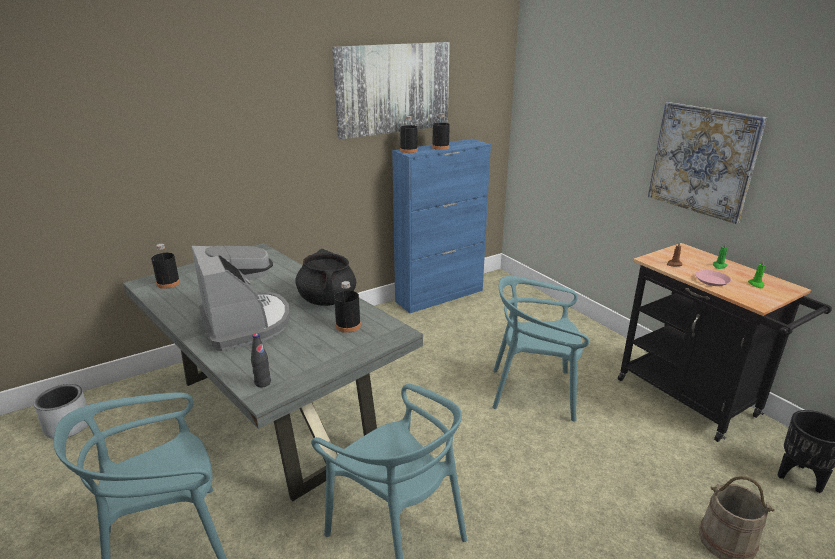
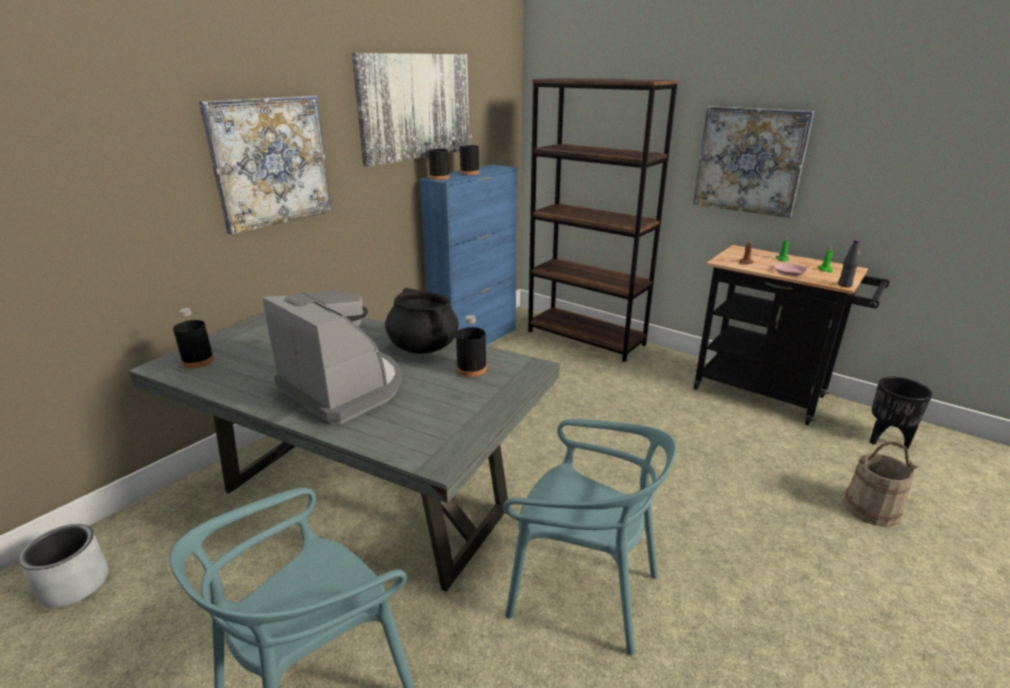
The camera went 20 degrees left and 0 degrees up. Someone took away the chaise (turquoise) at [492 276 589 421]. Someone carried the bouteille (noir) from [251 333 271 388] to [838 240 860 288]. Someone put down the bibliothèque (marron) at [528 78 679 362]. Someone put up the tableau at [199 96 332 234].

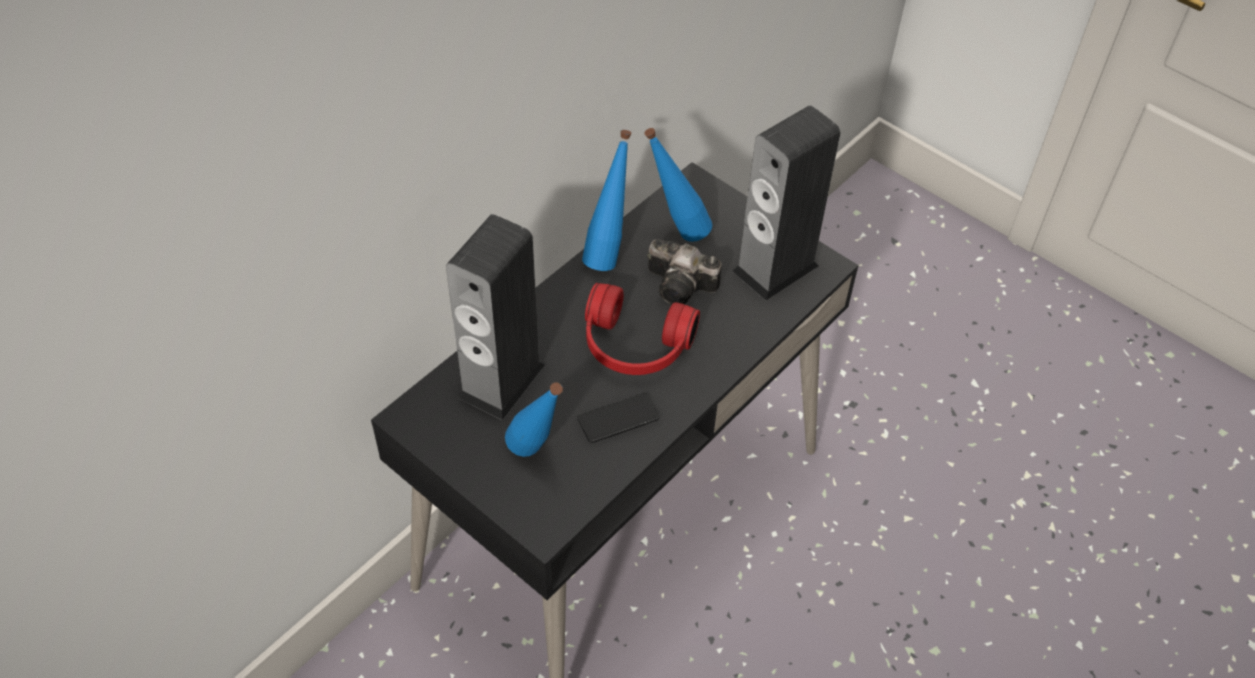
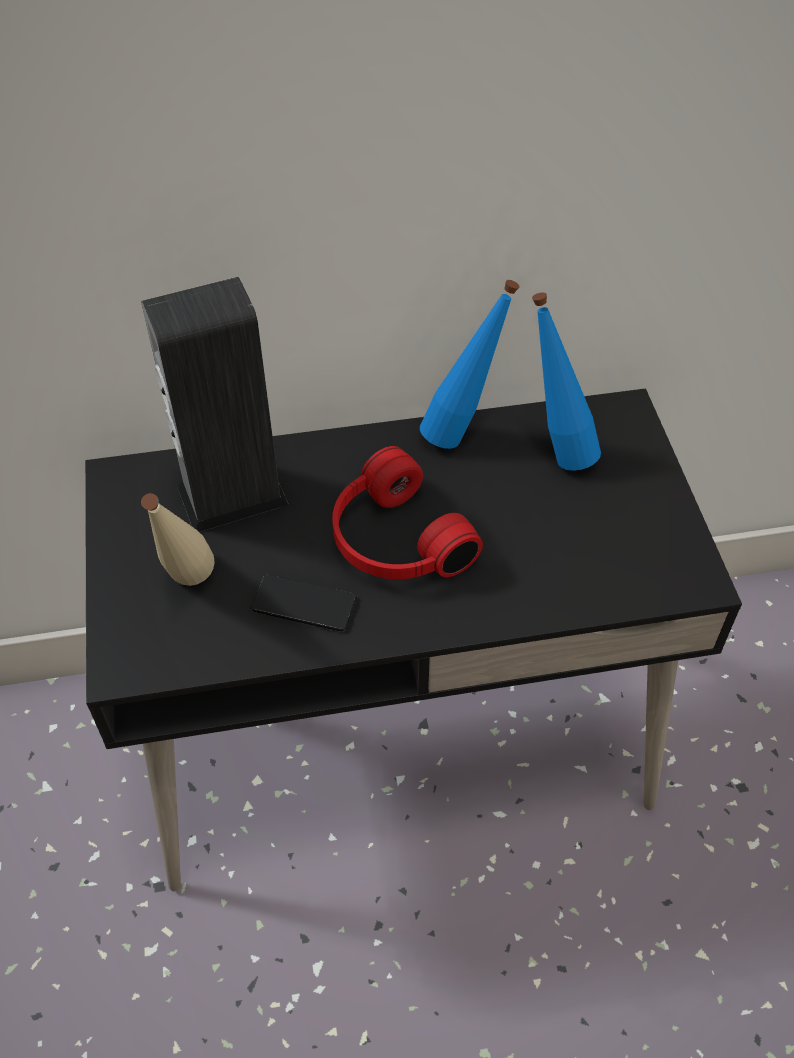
The camera went 40 degrees right and 0 degrees up. Someone took away the enceinte at [732 105 840 301]. Someone took away the appareil photo at [647 239 722 305]. Someone repainted the bouteille (bleu) at [505 382 563 457], which became the bouteille (beige) at [141 493 215 586].

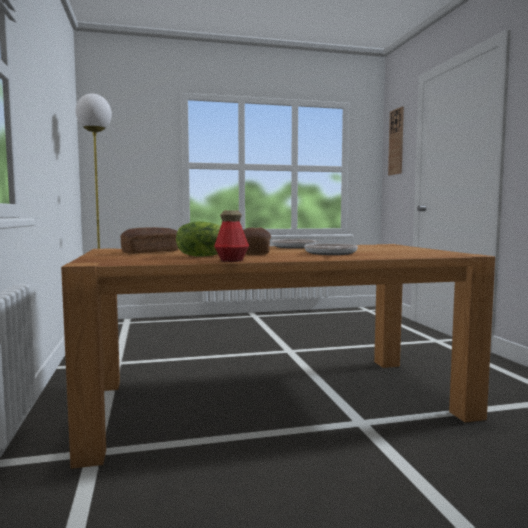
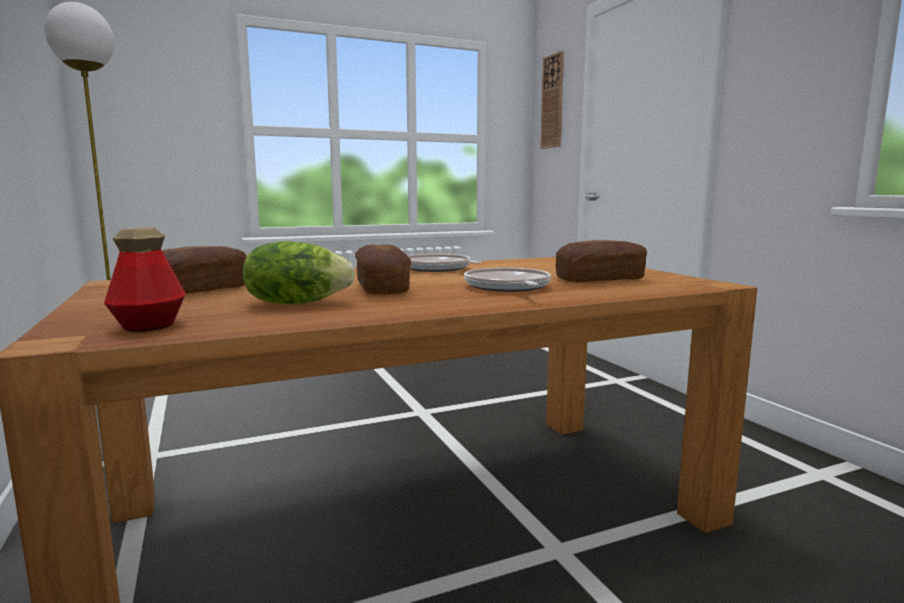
The camera went 10 degrees left and 5 degrees up. Someone carried the bouteille from [214 211 249 262] to [104 228 186 332]. Someone put down the pain at [556 240 647 282].

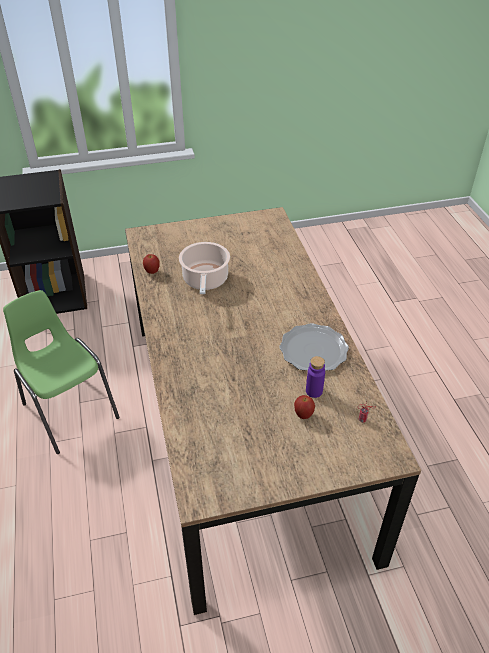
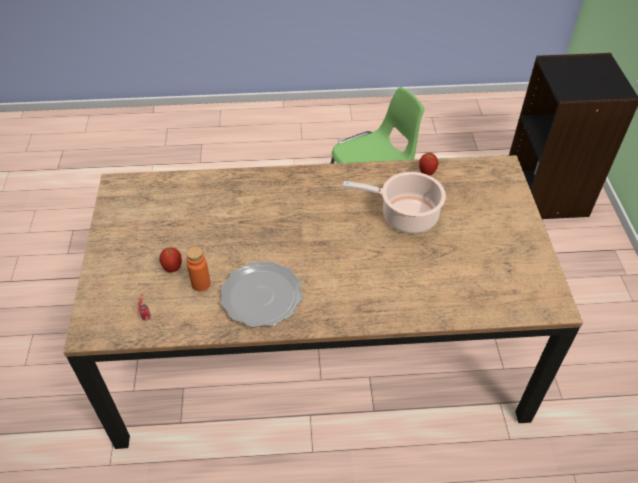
The camera went 100 degrees right and 5 degrees up. Someone repainted the bouteille (violet) at [306 356 325 398], which became the bouteille (orange) at [186 246 211 291].

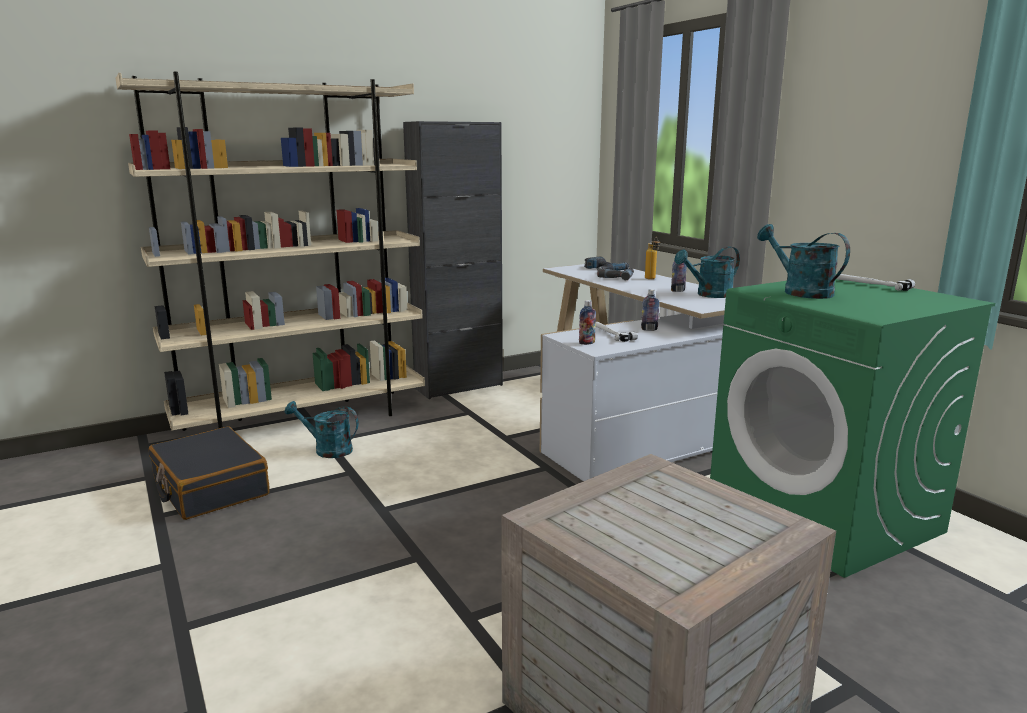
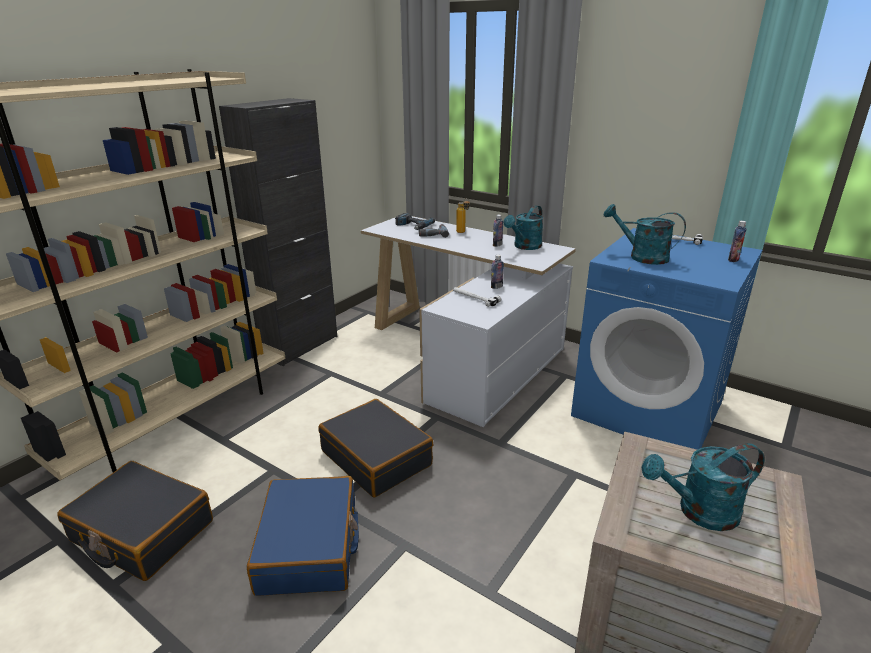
The camera went 25 degrees left and 10 degrees up. Someone repainted the lave-linge (vert) at [710 275 995 578], which became the lave-linge (bleu) at [571 228 762 450]. Someone carried the bouteille from [579 300 596 345] to [728 221 747 262]. Someone carried the arrosoir (turquoise) from [284 401 359 458] to [642 444 765 531]. Someone put down the valise (noir) at [319 399 433 497]. Someone put down the valise (bleu) at [247 476 359 596].

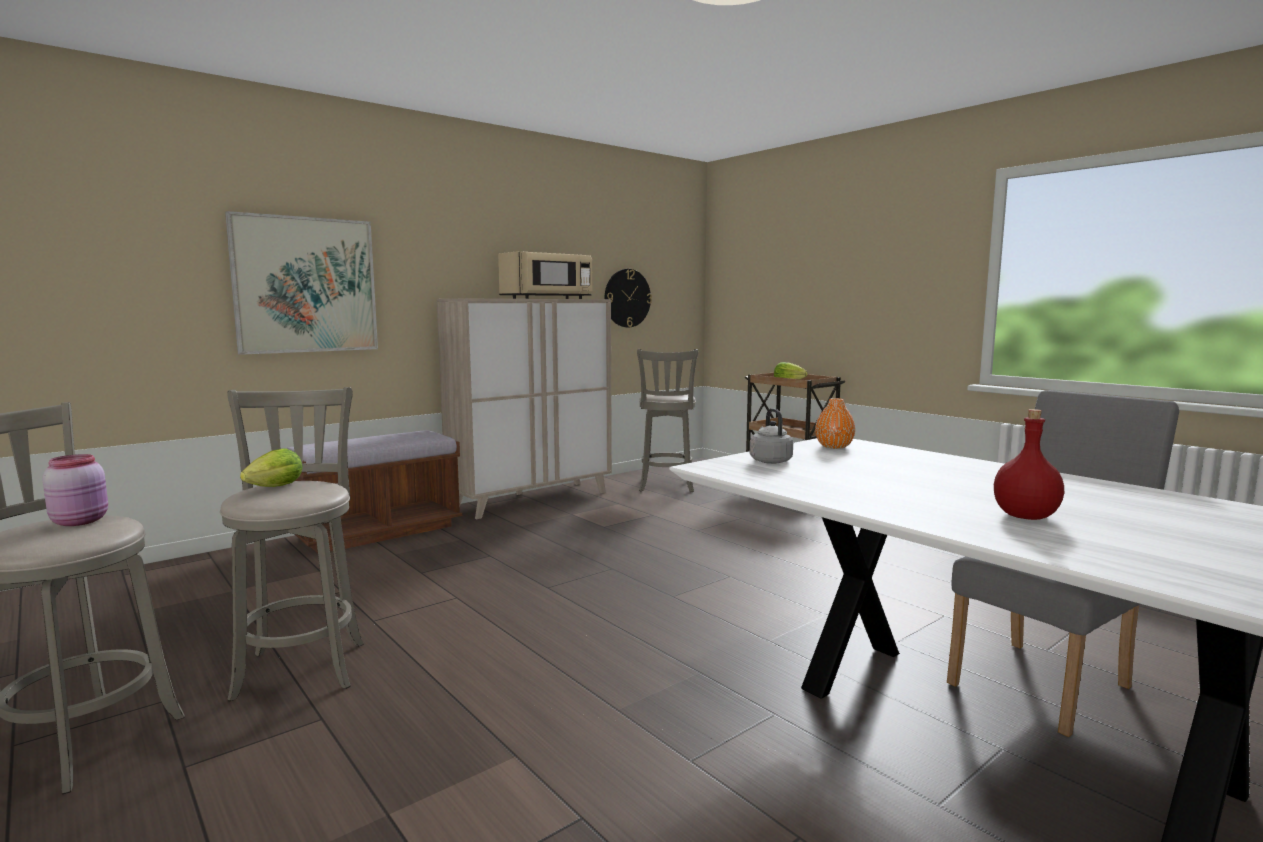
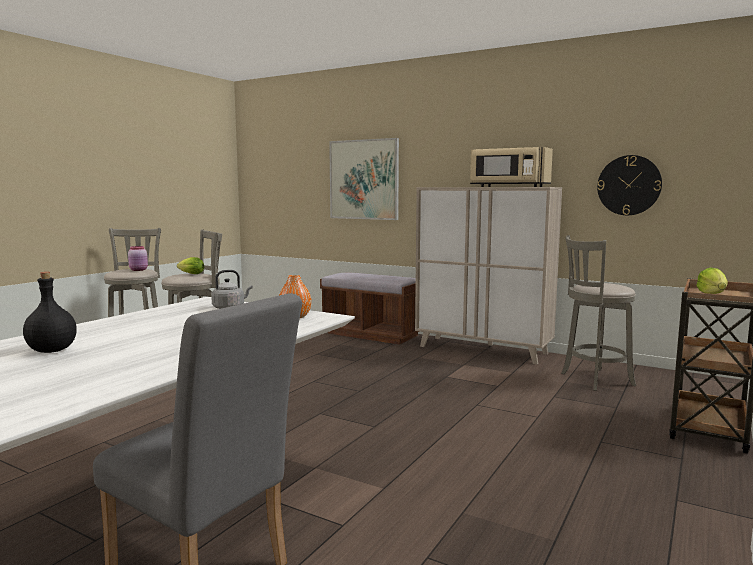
The camera went 70 degrees right and 0 degrees up. Someone repainted the bouteille (rouge) at [994 409 1064 520], which became the bouteille (noir) at [23 272 77 353].

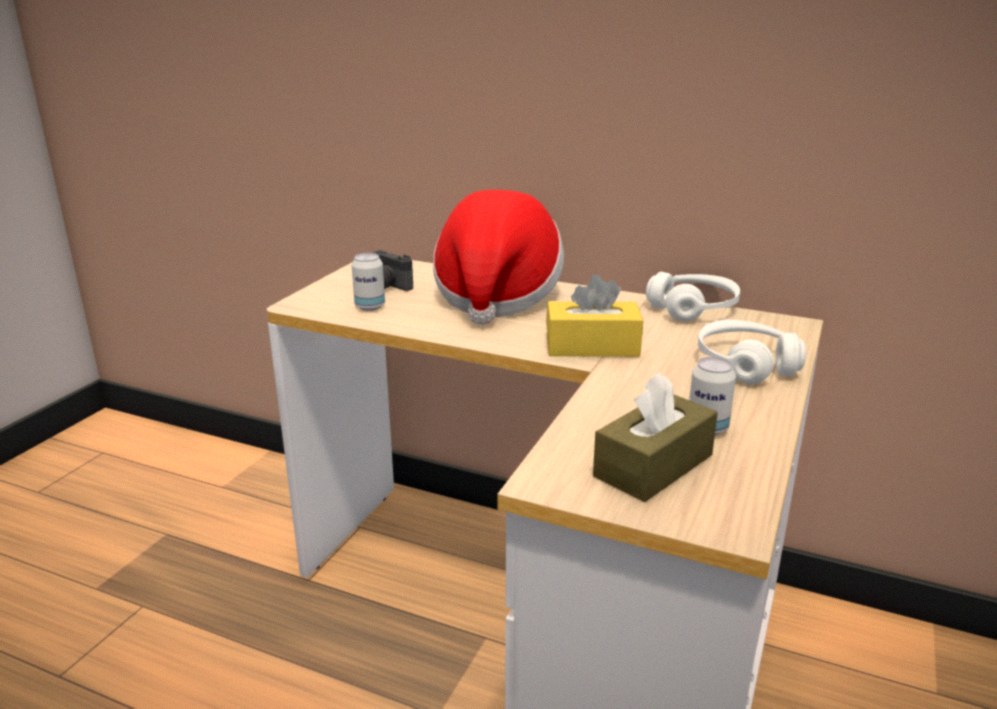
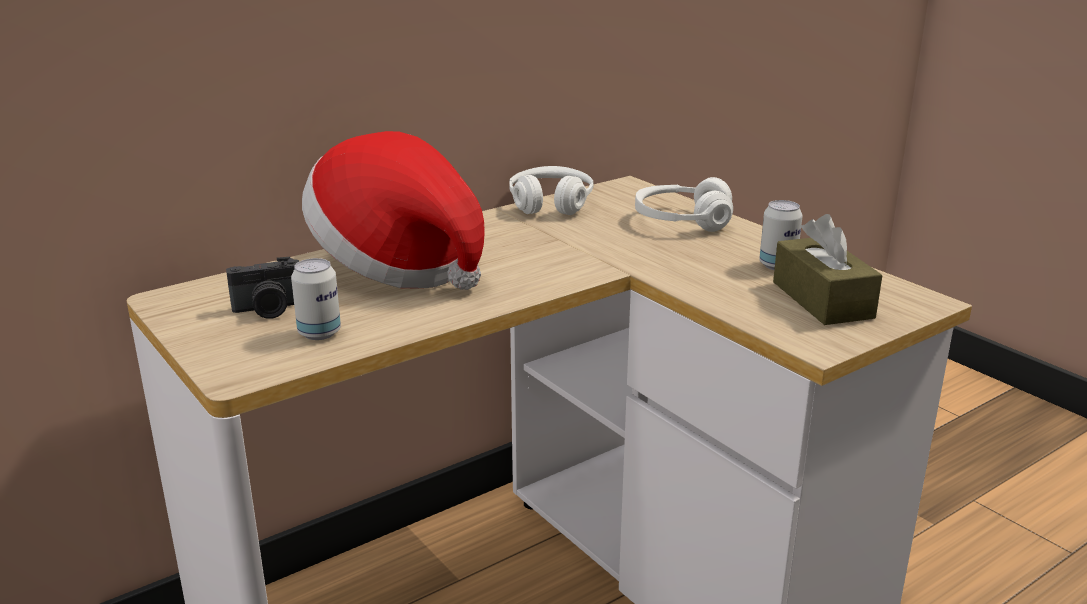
The camera went 60 degrees left and 0 degrees up. Someone took away the boîte à mouchoirs (jaune) at [546 275 643 357].

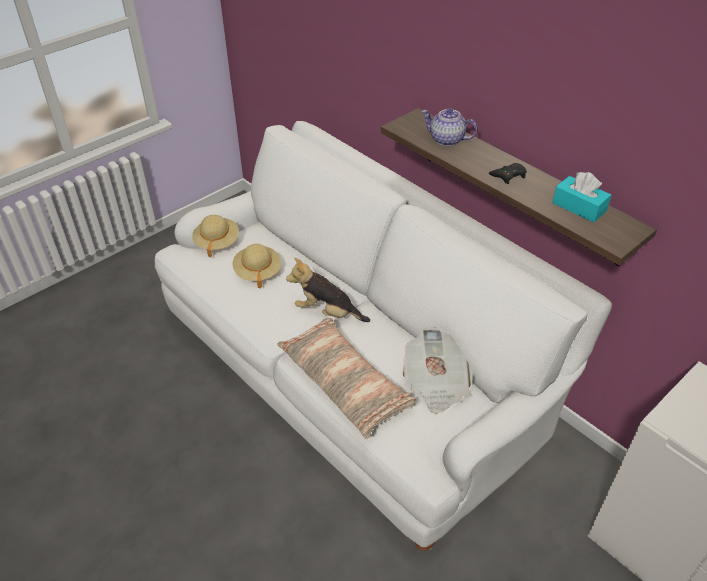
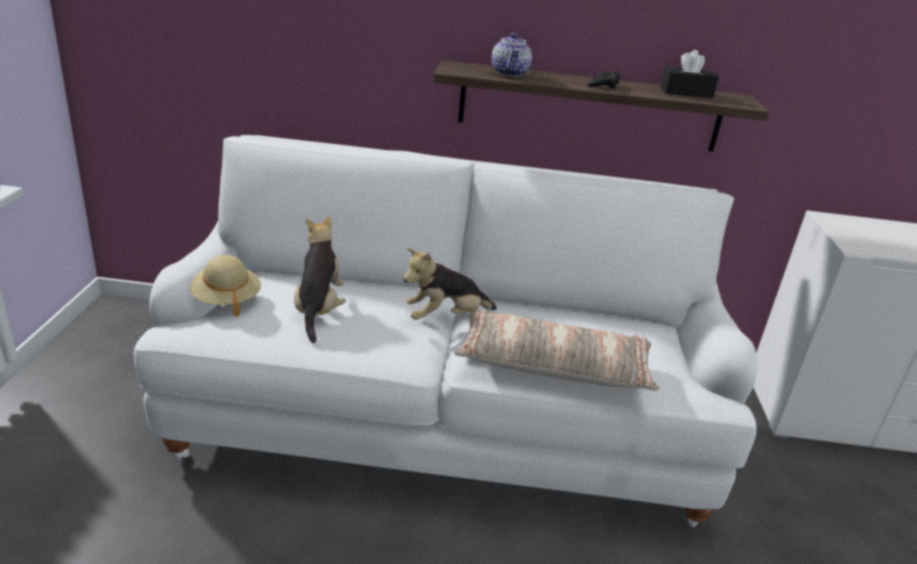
The camera went 45 degrees left and 15 degrees down. Someone rotated the théière at [421 108 477 146] by 75 degrees counterclockwise. Someone repainted the boîte à mouchoirs (turquoise) at [552 172 611 223], which became the boîte à mouchoirs (noir) at [660 50 719 98]. Someone swapped the chapeau (beige) at [233 244 281 288] for the peluche at [294 216 346 343]. Someone took away the journal at [402 327 472 414].

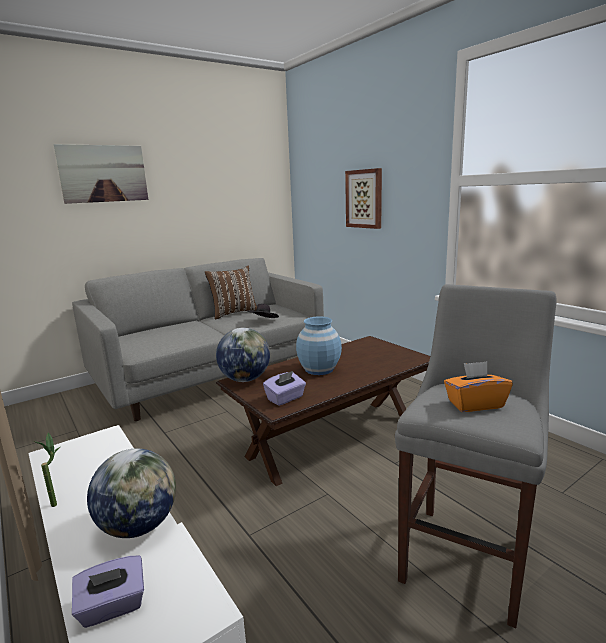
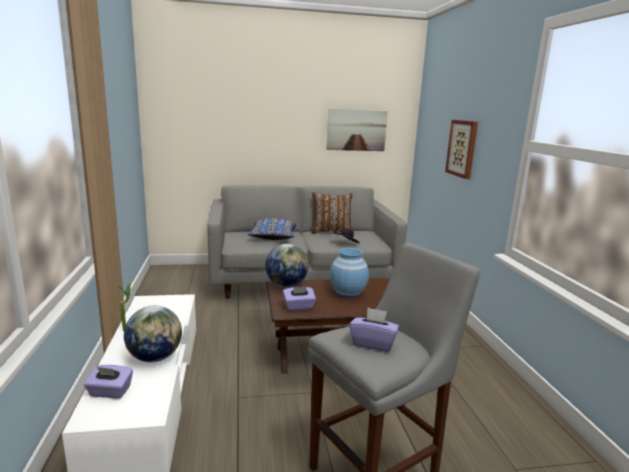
The camera went 25 degrees right and 0 degrees up. Someone carried the tableau from [53 144 148 204] to [326 109 388 151]. Someone repainted the boîte à mouchoirs (orange) at [444 361 513 412], which became the boîte à mouchoirs (violet) at [349 307 399 352]. Someone put down the coussin (bleu) at [248 218 296 240].

